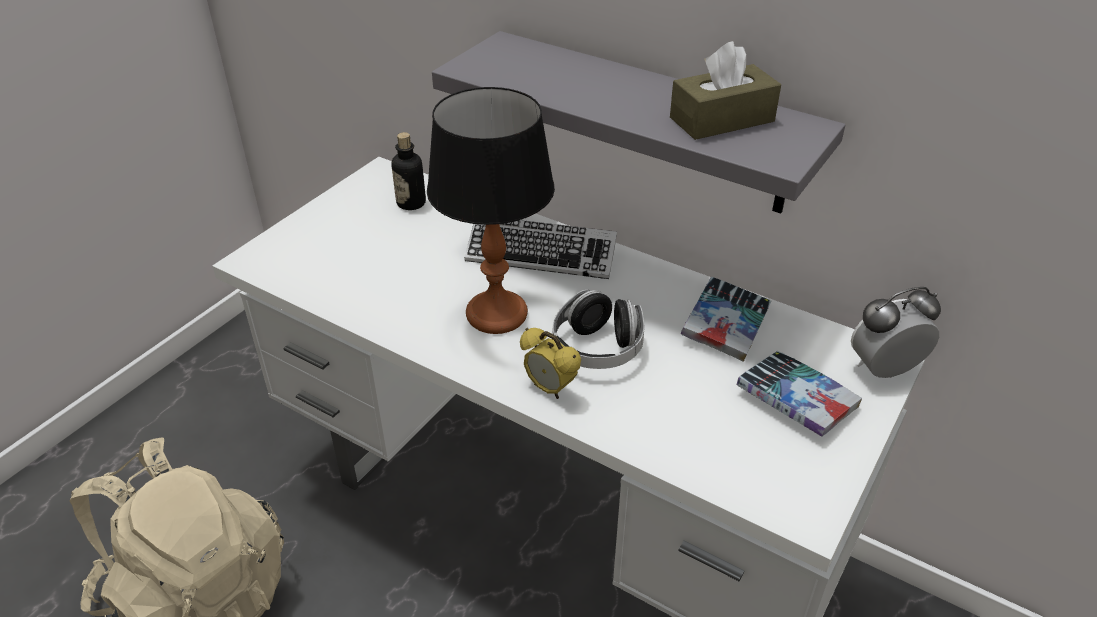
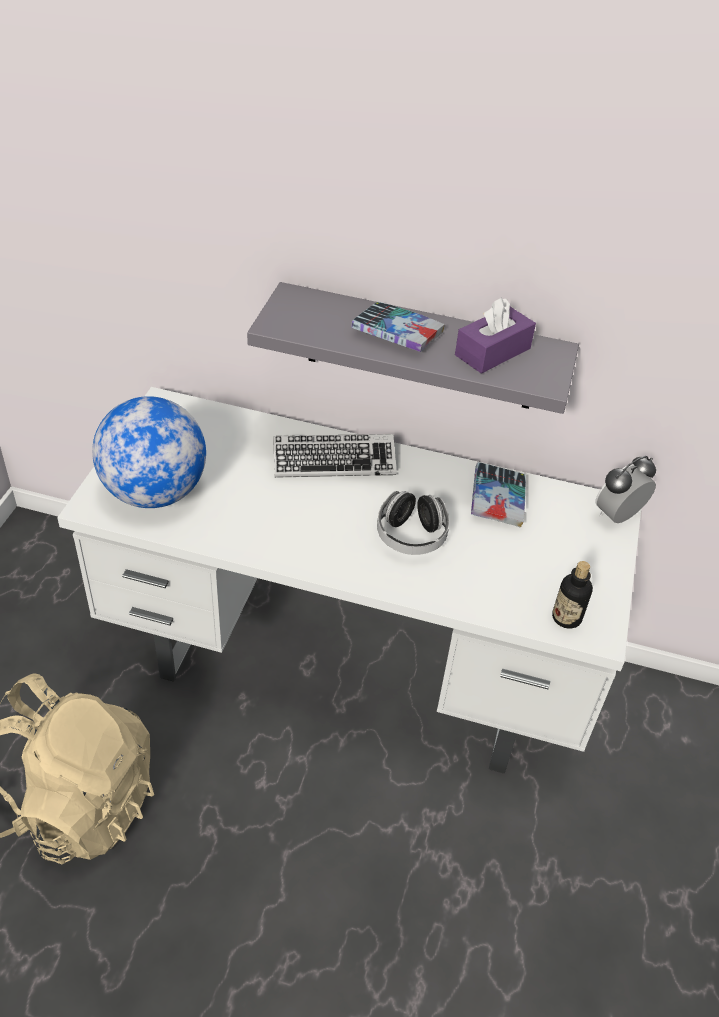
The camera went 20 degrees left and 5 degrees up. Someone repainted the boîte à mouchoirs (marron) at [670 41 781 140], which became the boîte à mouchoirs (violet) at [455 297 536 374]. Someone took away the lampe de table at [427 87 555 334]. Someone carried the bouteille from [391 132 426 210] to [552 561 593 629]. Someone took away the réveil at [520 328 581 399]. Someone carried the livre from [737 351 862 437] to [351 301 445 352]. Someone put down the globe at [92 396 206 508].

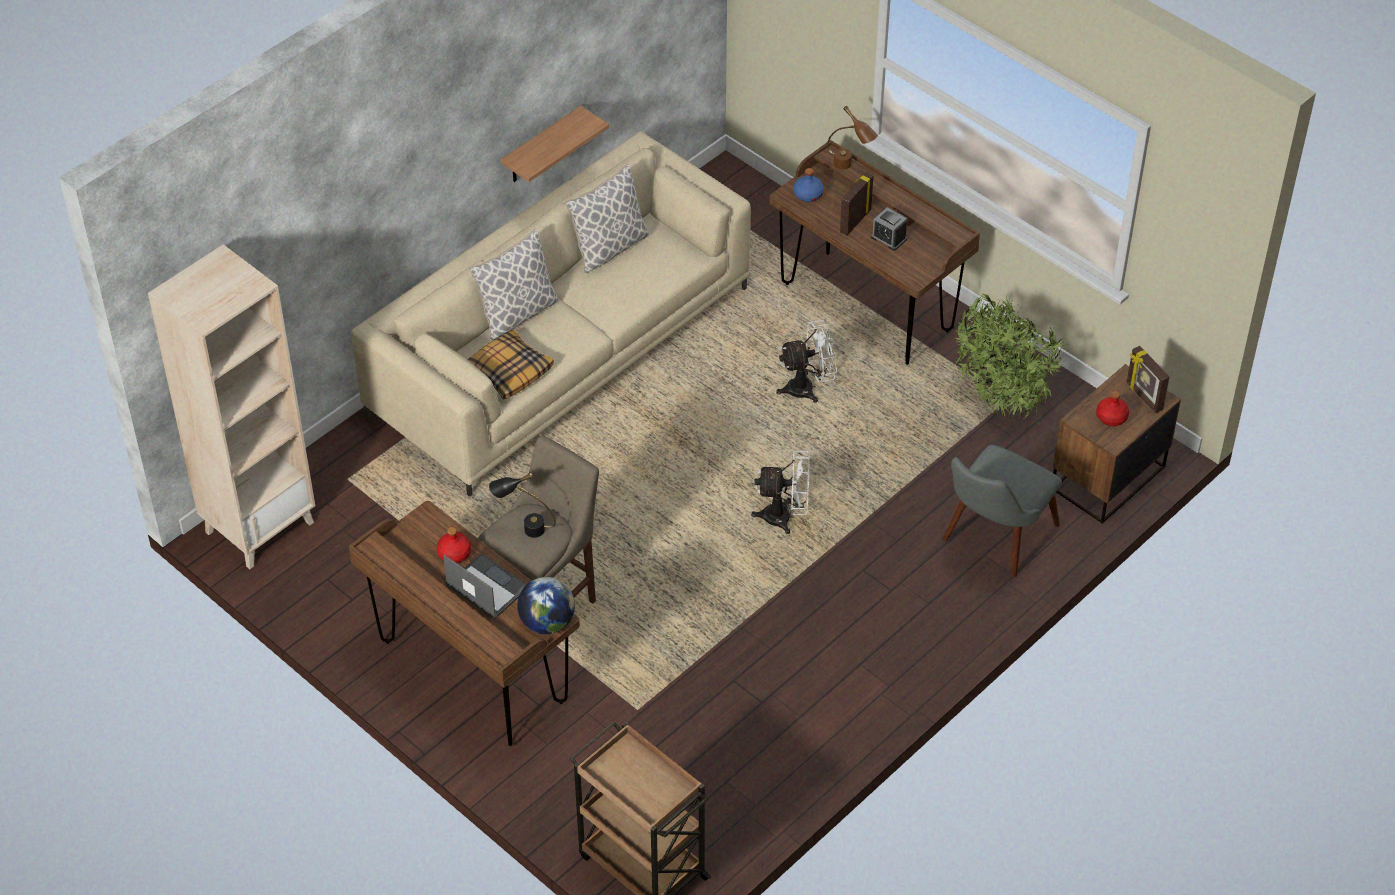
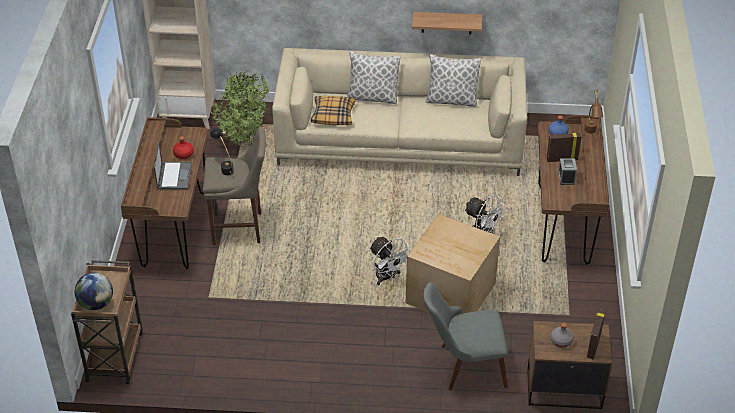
The camera went 50 degrees right and 5 degrees down. Someone carried the plante en pot from [950 293 1069 418] to [210 70 270 146]. Someone repainted the bouteille (rouge) at [1096 391 1129 426], which became the bouteille (gris) at [550 323 574 348]. Someone carried the globe from [517 577 575 634] to [75 273 113 310]. Someone put down the carton at [406 214 500 314].

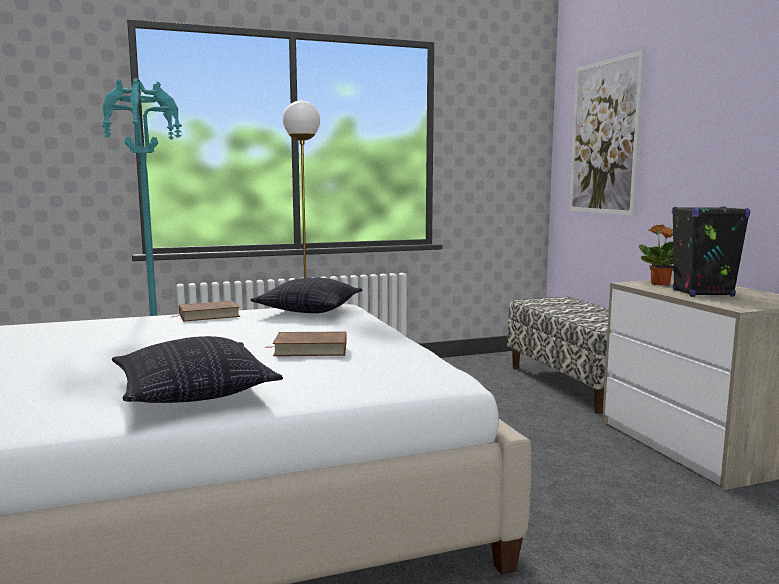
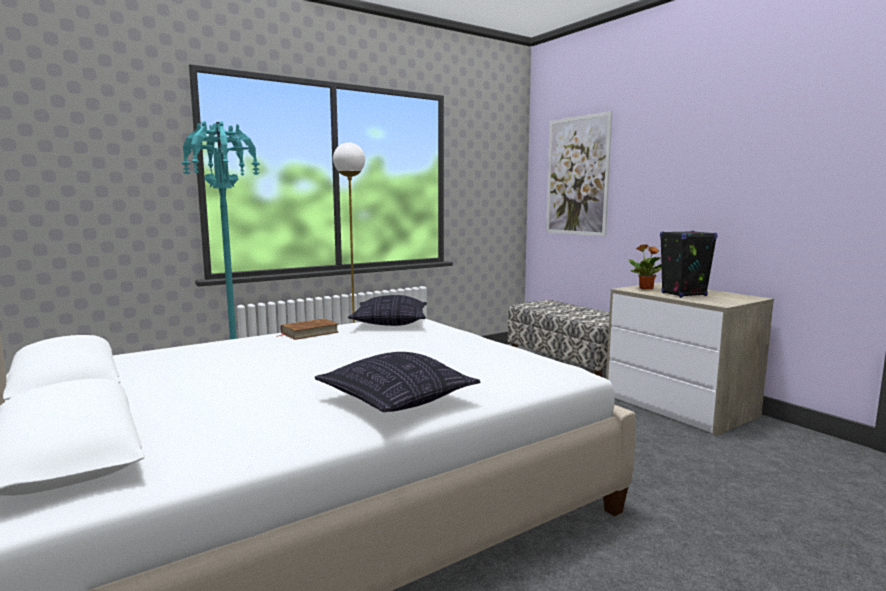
The camera went 15 degrees left and 0 degrees up. Someone took away the livre (marron) at [265 331 346 356].

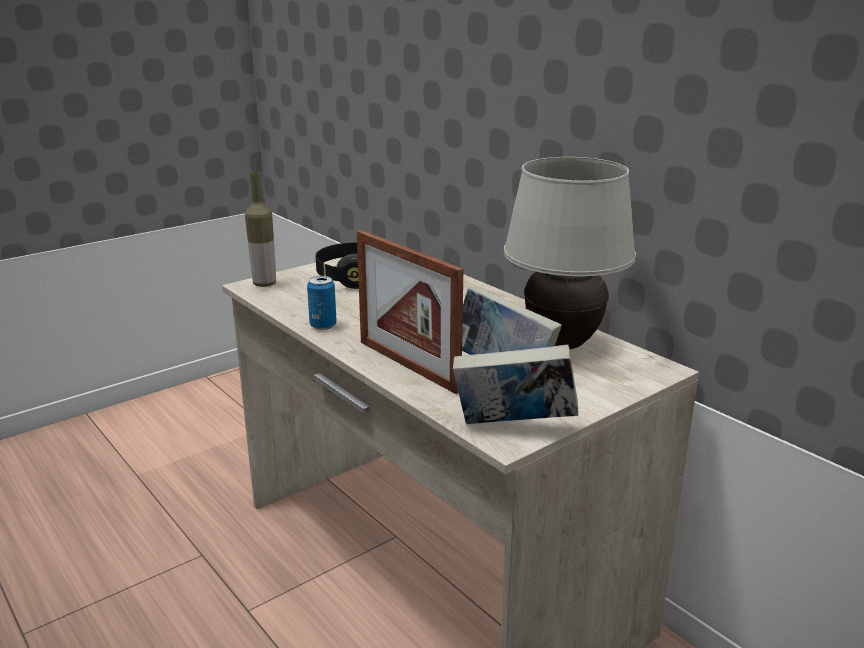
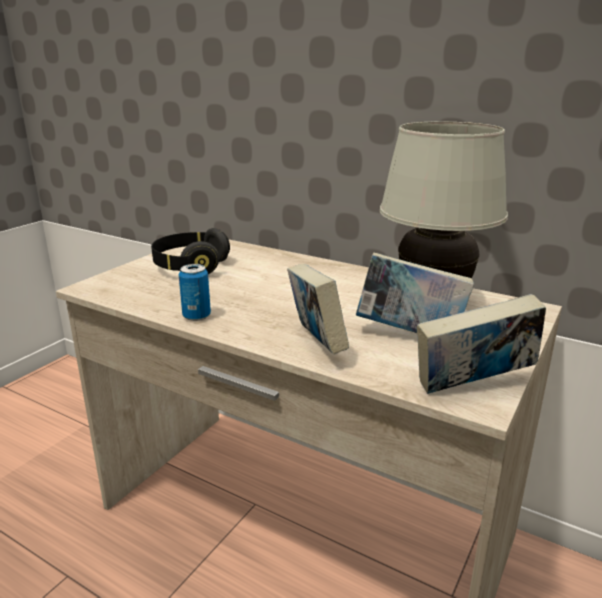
The camera went 20 degrees left and 0 degrees up. Someone took away the bouteille at [245 172 276 287]. Someone swapped the cadre photo at [357 230 463 394] for the livre at [287 264 349 354].

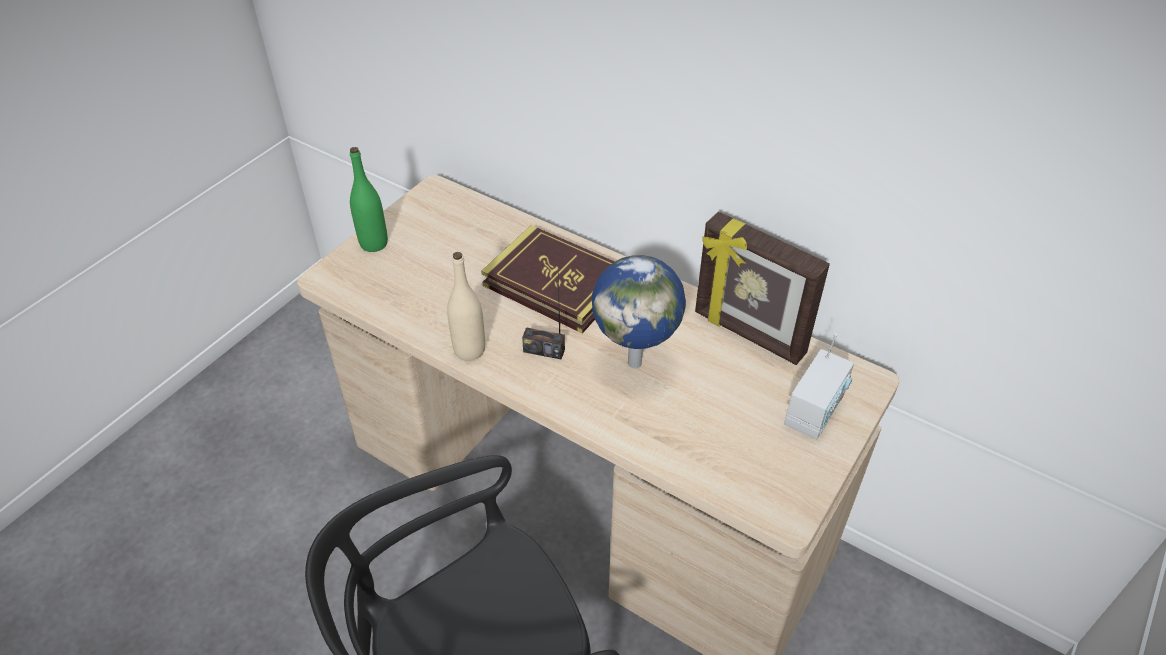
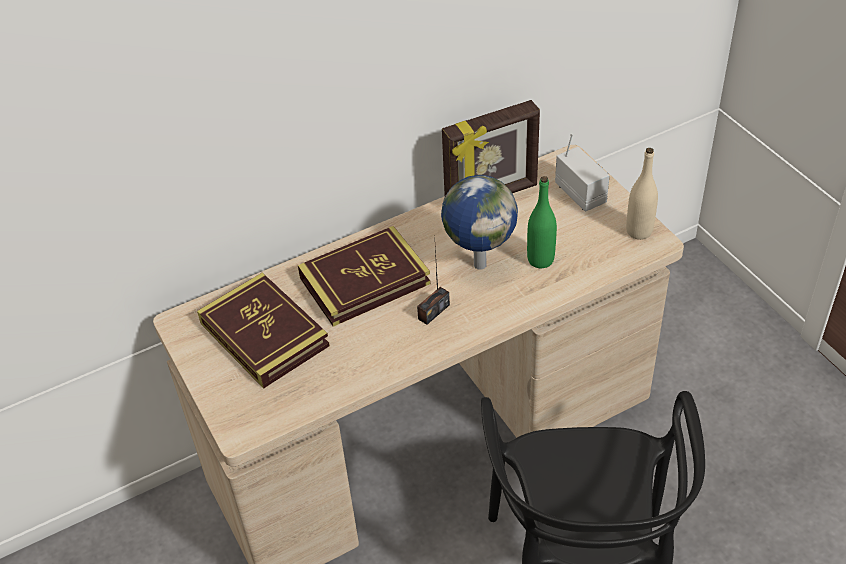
The camera went 60 degrees left and 0 degrees up. Someone carried the bouteille (vert) from [350 147 388 252] to [527 176 557 268]. Someone carried the bouteille (beige) from [447 252 485 361] to [626 148 658 240]. Someone put down the livre at [197 273 330 389].

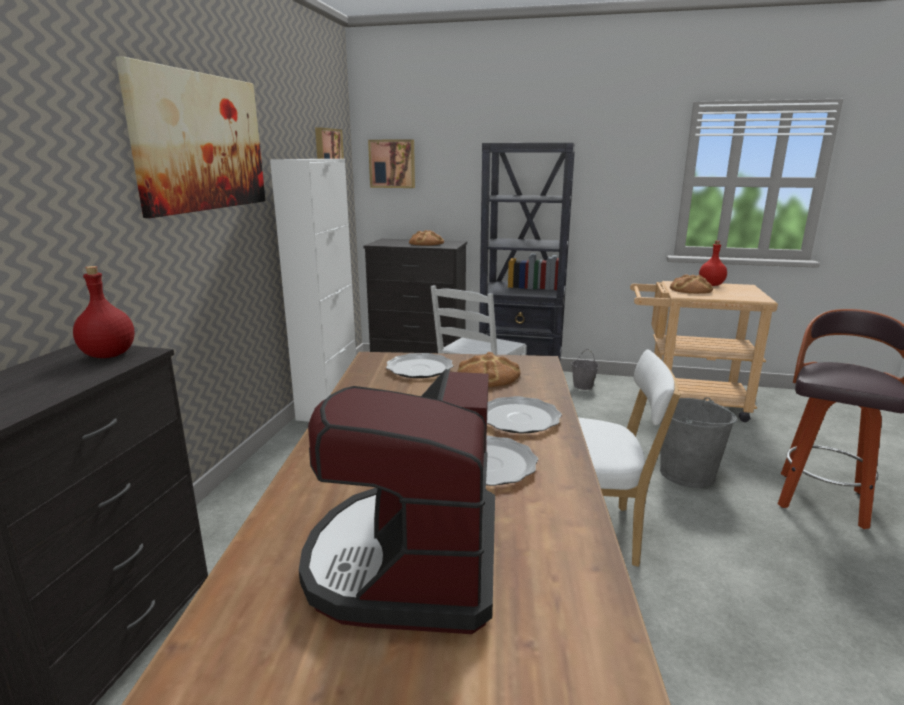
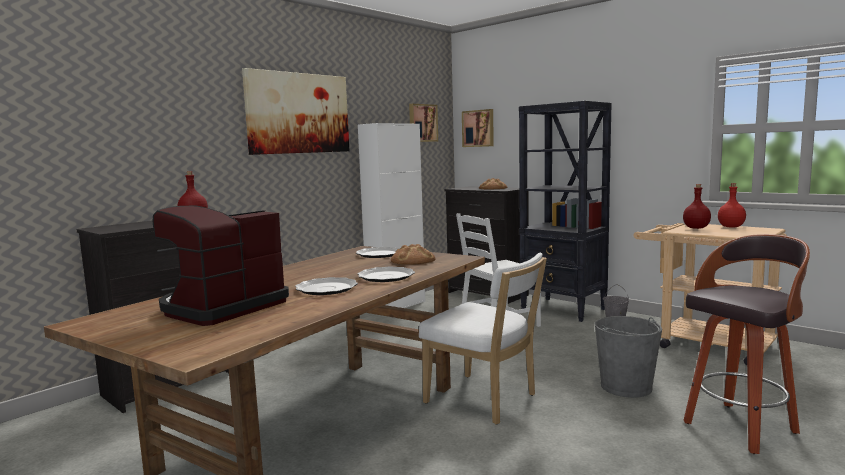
The camera went 30 degrees right and 10 degrees down. Someone swapped the pain at [670 275 713 294] for the bouteille (rouge) at [683 184 711 229].

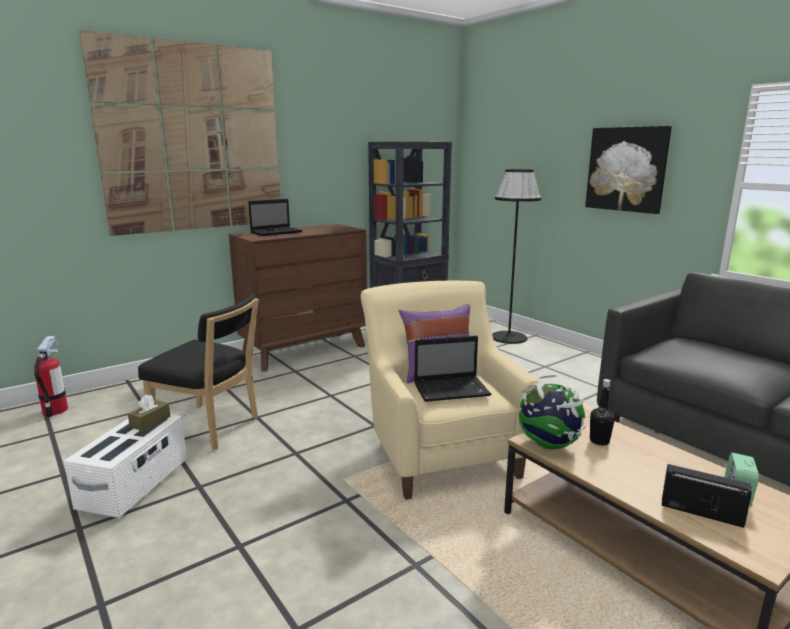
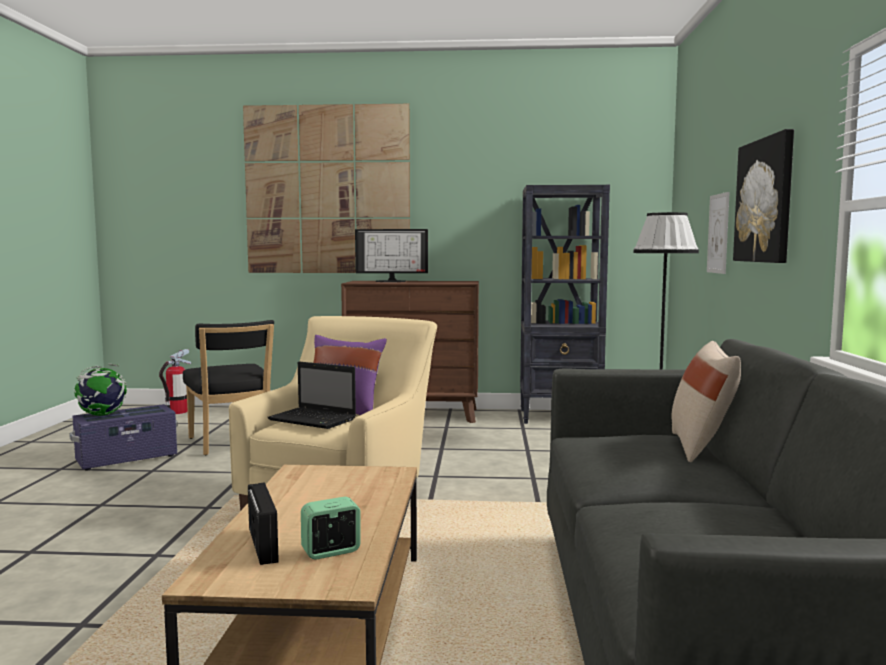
The camera went 40 degrees right and 10 degrees down. Someone swapped the ordinateur portable at [248 199 302 236] for the écran d'ordinateur at [355 229 428 282]. Someone carried the globe from [518 375 586 449] to [74 364 127 416]. Someone took away the bouteille (noir) at [590 379 615 446]. Someone took away the boîte à mouchoirs (marron) at [128 394 170 431]. Someone repainted the boîte de rangement (blanc) at [64 414 187 518], which became the boîte de rangement (violet) at [69 404 178 471]. Someone put up the tableau at [707 192 730 274]. Someone put down the coussin (beige) at [671 341 741 462].

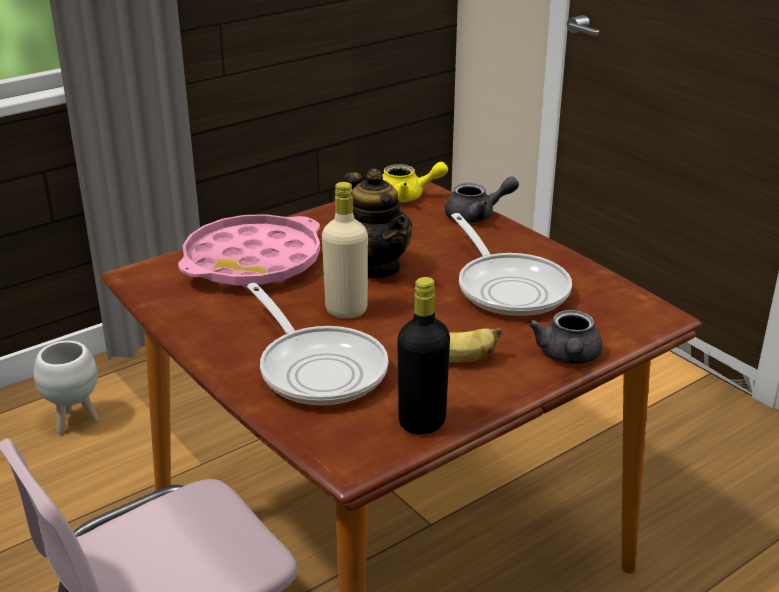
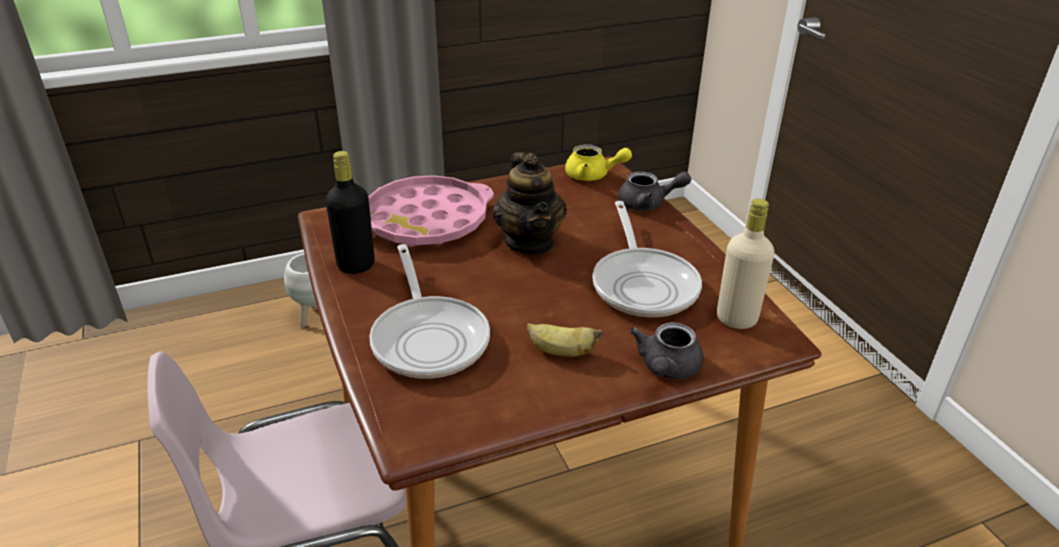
The camera went 15 degrees right and 5 degrees up. Someone carried the bouteille (beige) from [322 182 368 319] to [717 199 774 329]. Someone carried the bouteille (noir) from [397 277 450 435] to [326 151 375 274].

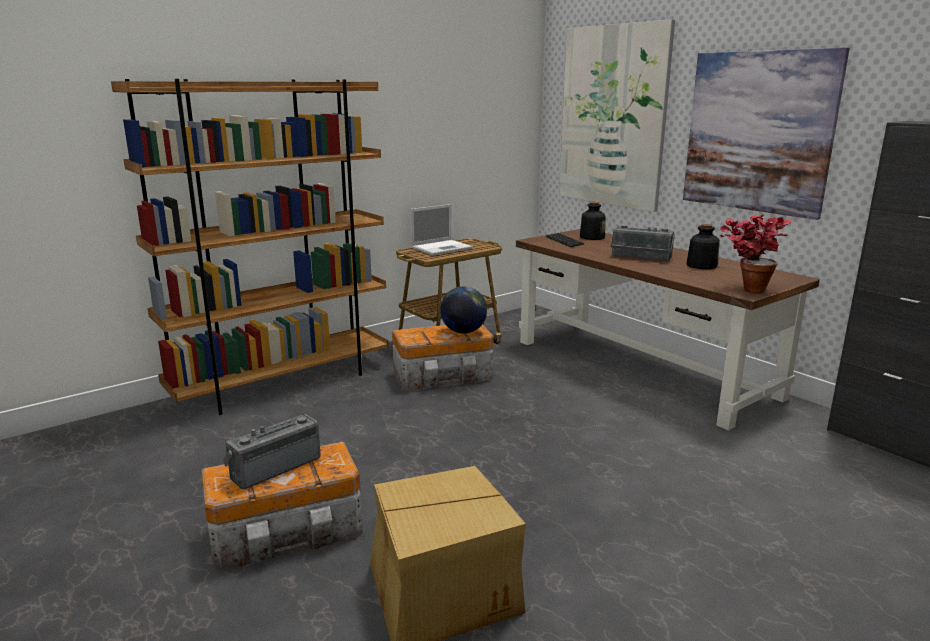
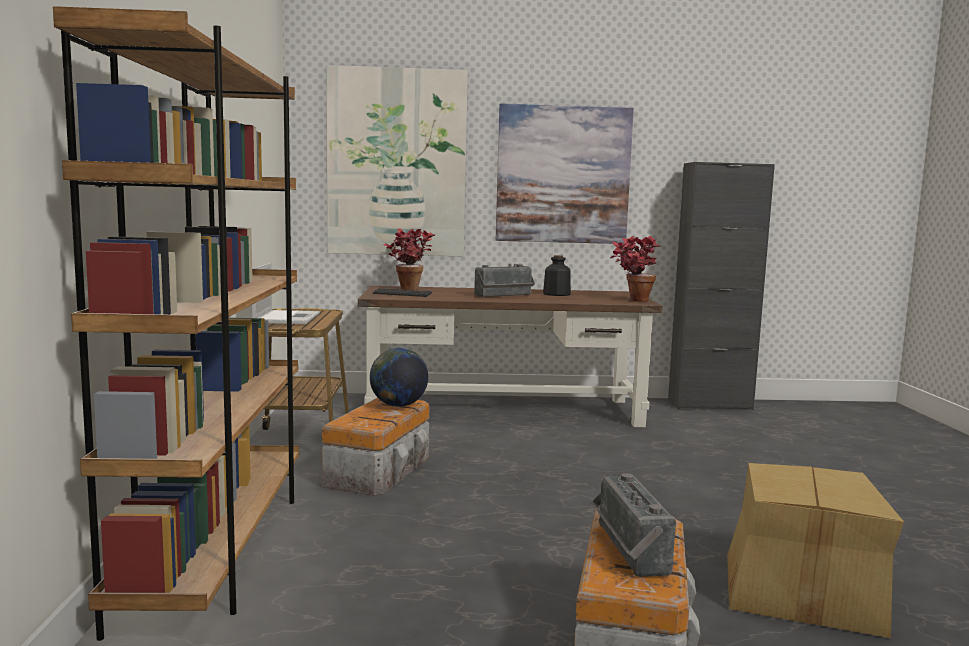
The camera went 55 degrees left and 10 degrees down. Someone swapped the bouteille at [580 202 606 240] for the plante en pot at [383 228 436 291].

